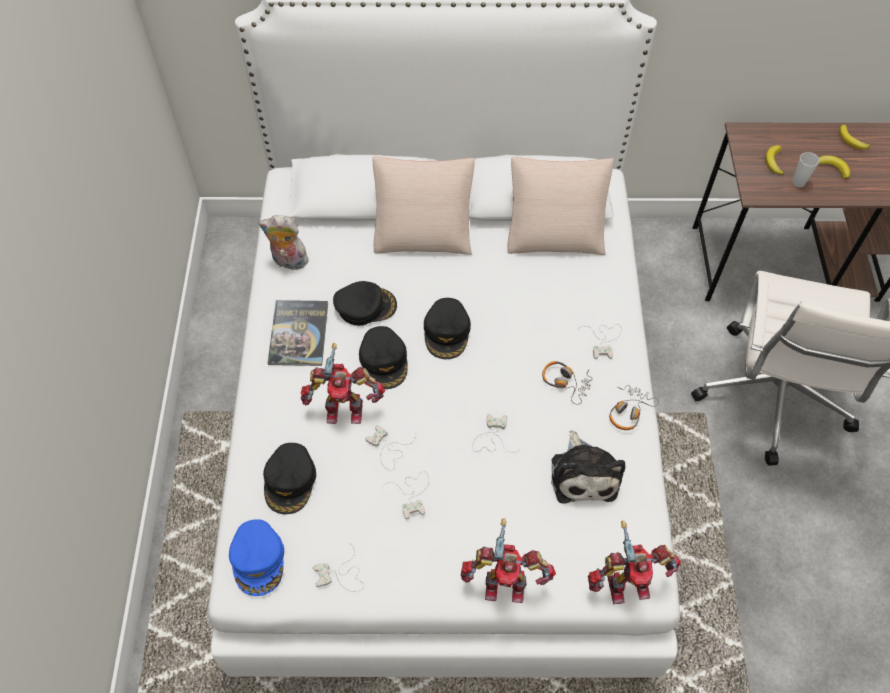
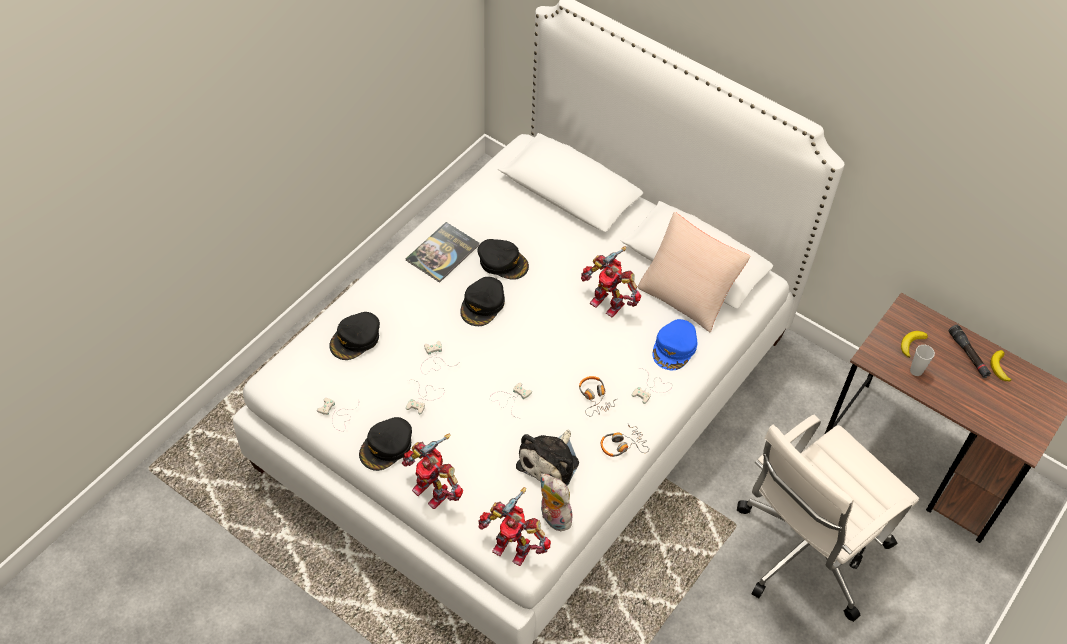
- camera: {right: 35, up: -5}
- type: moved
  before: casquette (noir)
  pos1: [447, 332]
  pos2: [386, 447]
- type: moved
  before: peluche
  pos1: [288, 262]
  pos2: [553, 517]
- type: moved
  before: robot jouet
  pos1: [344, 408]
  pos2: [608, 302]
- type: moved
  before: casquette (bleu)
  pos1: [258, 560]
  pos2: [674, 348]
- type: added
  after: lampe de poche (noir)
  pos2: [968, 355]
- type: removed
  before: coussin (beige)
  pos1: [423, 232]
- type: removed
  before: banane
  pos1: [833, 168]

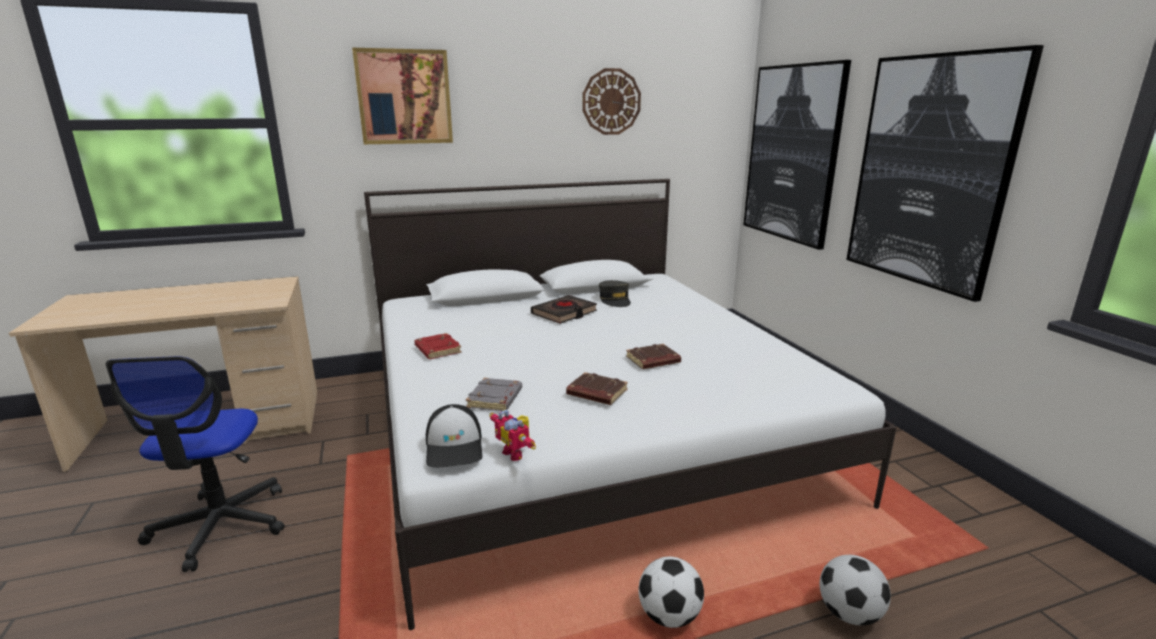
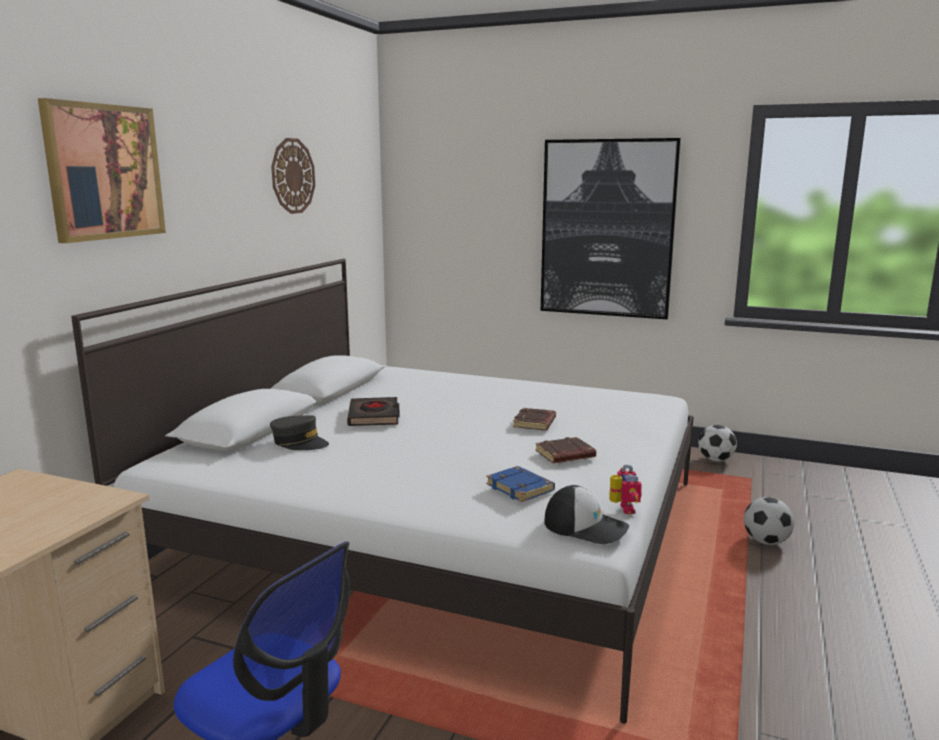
- camera: {right: -50, up: -5}
- type: moved
  before: casquette (gris)
  pos1: [615, 300]
  pos2: [299, 442]
- type: recoloured
  before: livre (gris)
  after: livre (bleu)
  pos1: [495, 399]
  pos2: [521, 488]
- type: turned
  before: robot jouet
  pos1: [516, 453]
  pos2: [622, 509]
  turn: -90
- type: moved
  before: ballon de foot
  pos1: [669, 616]
  pos2: [715, 460]
- type: removed
  before: livre (rouge)
  pos1: [437, 350]
- type: removed
  before: tableau
  pos1: [792, 154]

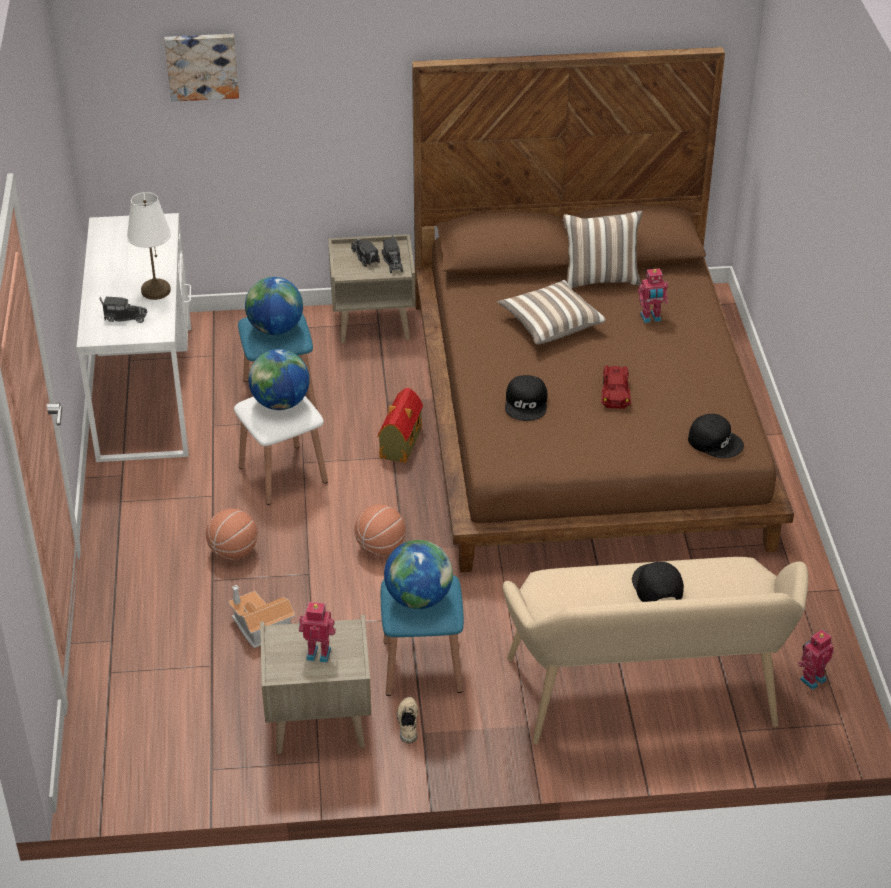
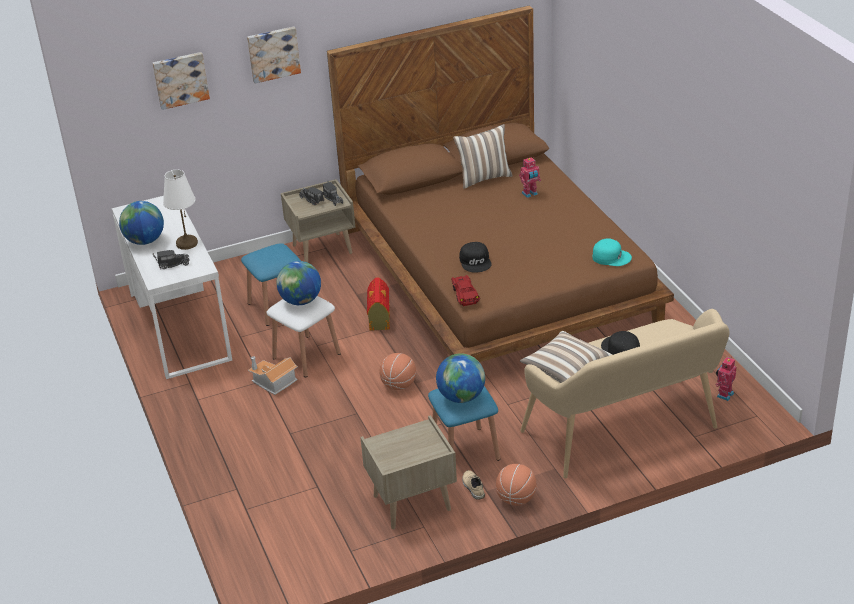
- camera: {right: -15, up: -5}
- type: moved
  before: globe
  pos1: [275, 329]
  pos2: [145, 241]
- type: added
  after: tableau
  pos2: [273, 53]
- type: moved
  before: maison miniature
  pos1: [259, 627]
  pos2: [273, 382]
- type: moved
  before: petite voiture (rouge)
  pos1: [615, 392]
  pos2: [465, 294]
- type: moved
  before: ballon de basket
  pos1: [233, 552]
  pos2: [516, 499]
- type: moved
  before: coussin
  pos1: [550, 324]
  pos2: [566, 369]
- type: recoloured
  before: casquette (noir)
  after: casquette (turquoise)
  pos1: [715, 441]
  pos2: [611, 257]
- type: removed
  before: robot jouet
  pos1: [319, 652]

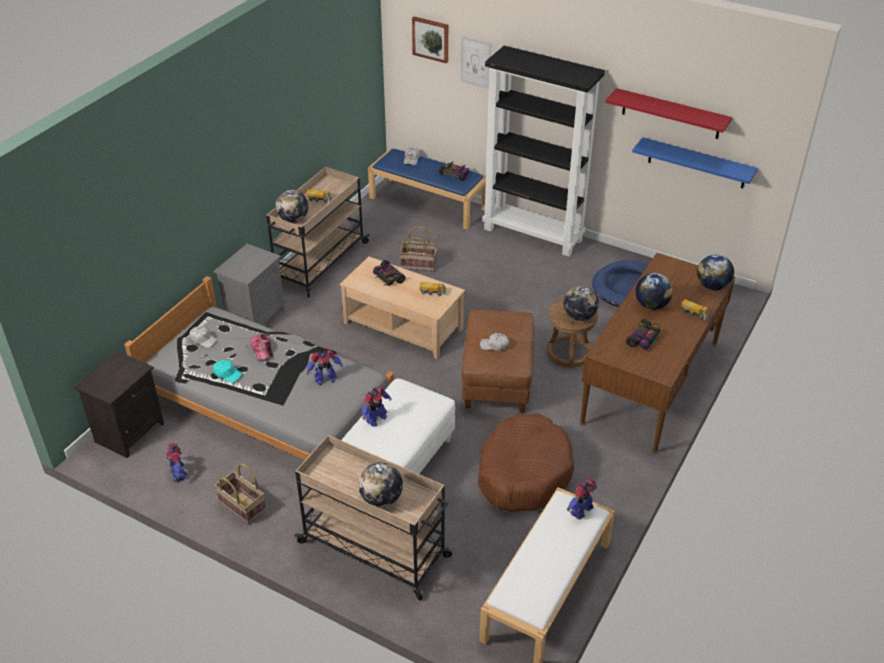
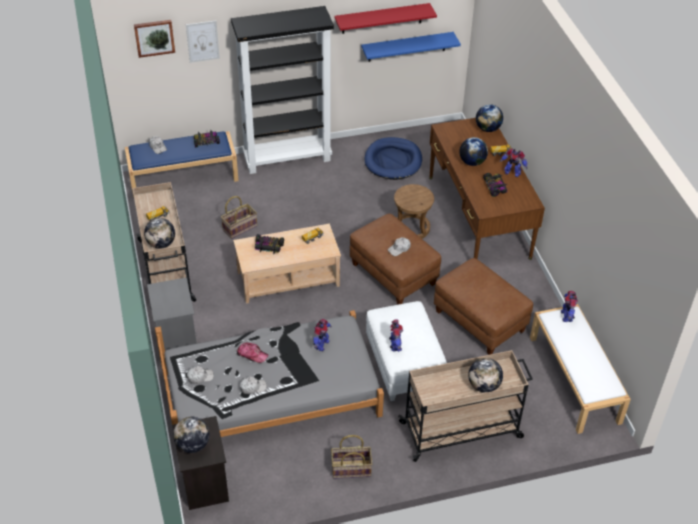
- camera: {right: -45, up: 5}
- type: moved
  before: globe
  pos1: [579, 316]
  pos2: [192, 445]
- type: recoloured
  before: casquette (turquoise)
  after: casquette (blanc)
  pos1: [227, 374]
  pos2: [252, 387]
- type: replaced
  before: panier pour chien (marron)
  after: pouf (marron)
  pos1: [523, 472]
  pos2: [480, 322]
- type: moved
  before: robot jouet
  pos1: [178, 474]
  pos2: [512, 172]

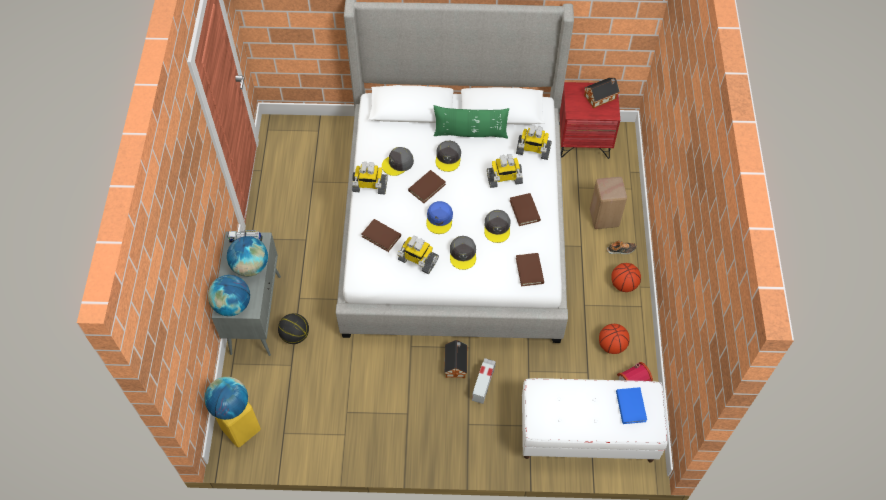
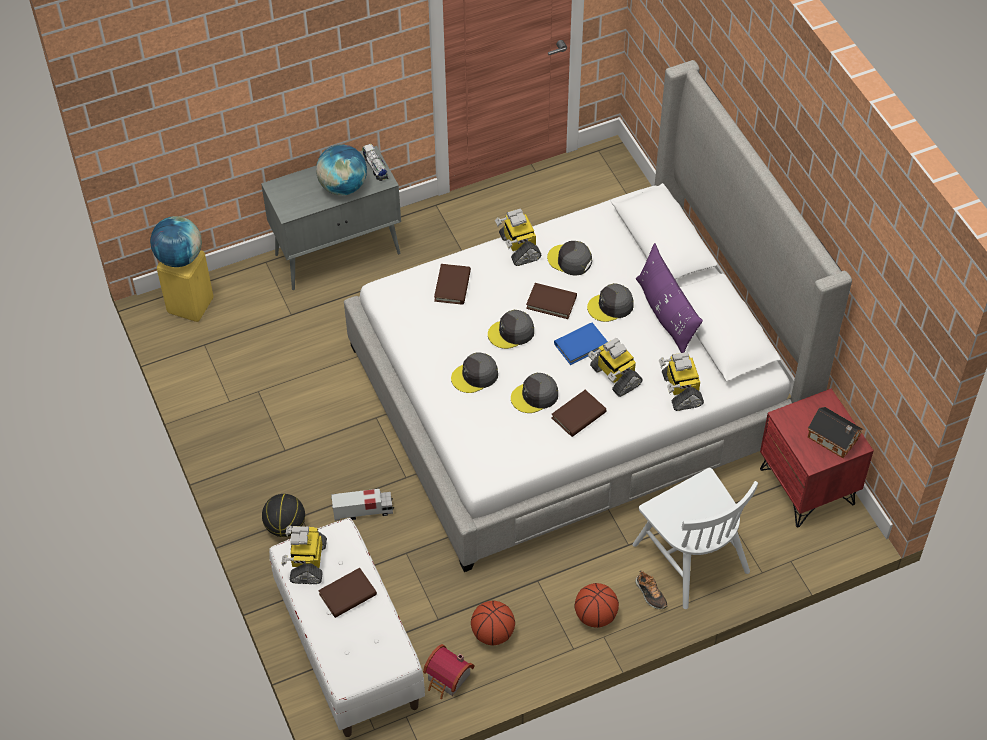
- camera: {right: 65, up: -5}
- type: moved
  before: ballon de basket
  pos1: [295, 335]
  pos2: [285, 526]
- type: moved
  before: robot jouet
  pos1: [417, 260]
  pos2: [307, 562]
- type: moved
  before: livre (marron)
  pos1: [529, 270]
  pos2: [348, 594]
- type: recoloured
  before: casquette (bleu)
  after: casquette (gris)
  pos1: [439, 219]
  pos2: [511, 333]
- type: moved
  before: livre (bleu)
  pos1: [630, 406]
  pos2: [580, 345]
- type: replaced
  before: tabouret (beige)
  after: chaise (blanc)
  pos1: [605, 218]
  pos2: [690, 557]
- type: recoloured
  before: coussin (vert)
  after: coussin (violet)
  pos1: [470, 133]
  pos2: [666, 314]
- type: removed
  before: globe
  pos1: [232, 305]
- type: removed
  before: maison miniature
  pos1: [456, 363]

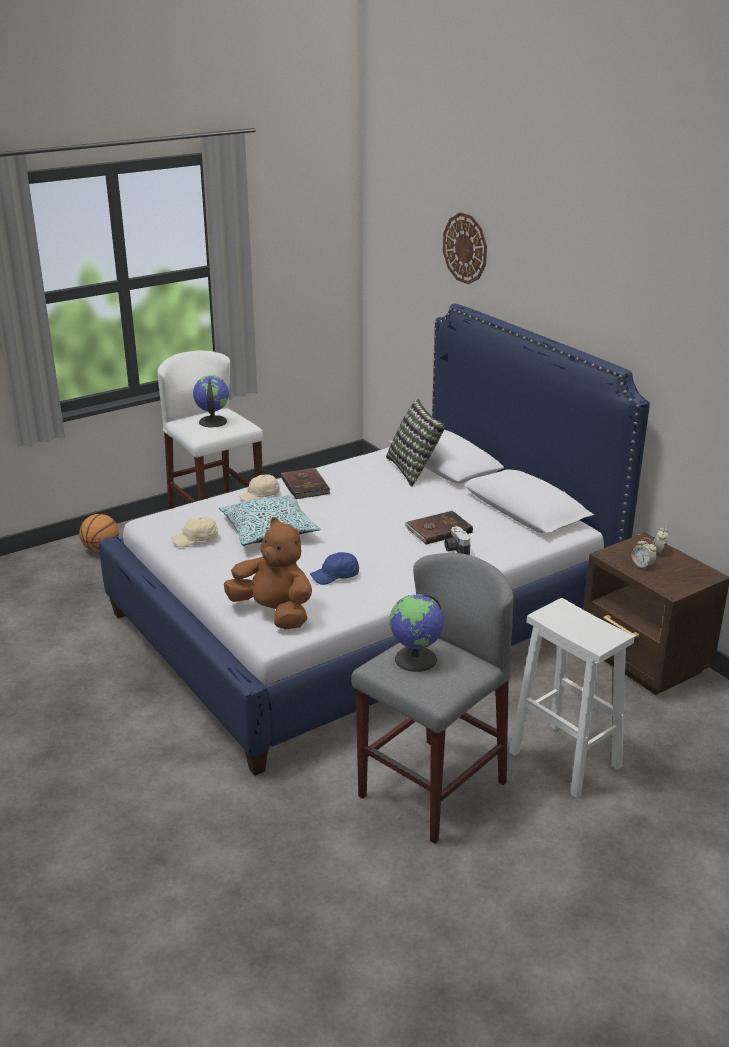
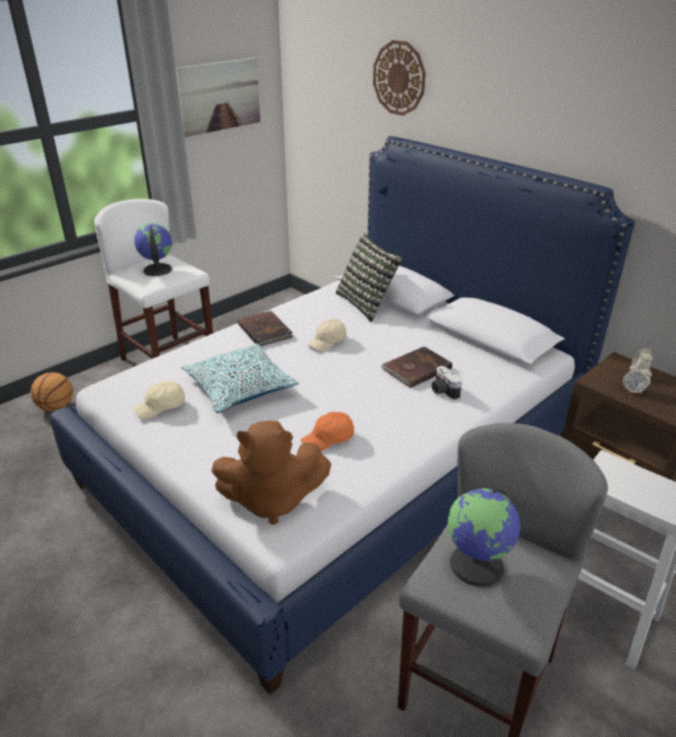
- camera: {right: -10, up: 5}
- type: added
  after: tableau
  pos2: [219, 96]
- type: turned
  before: peluche (marron)
  pos1: [274, 613]
  pos2: [272, 500]
  turn: 150
- type: recoloured
  before: casquette (bleu)
  after: casquette (orange)
  pos1: [336, 576]
  pos2: [328, 439]
- type: moved
  before: casquette (beige)
  pos1: [260, 496]
  pos2: [328, 342]

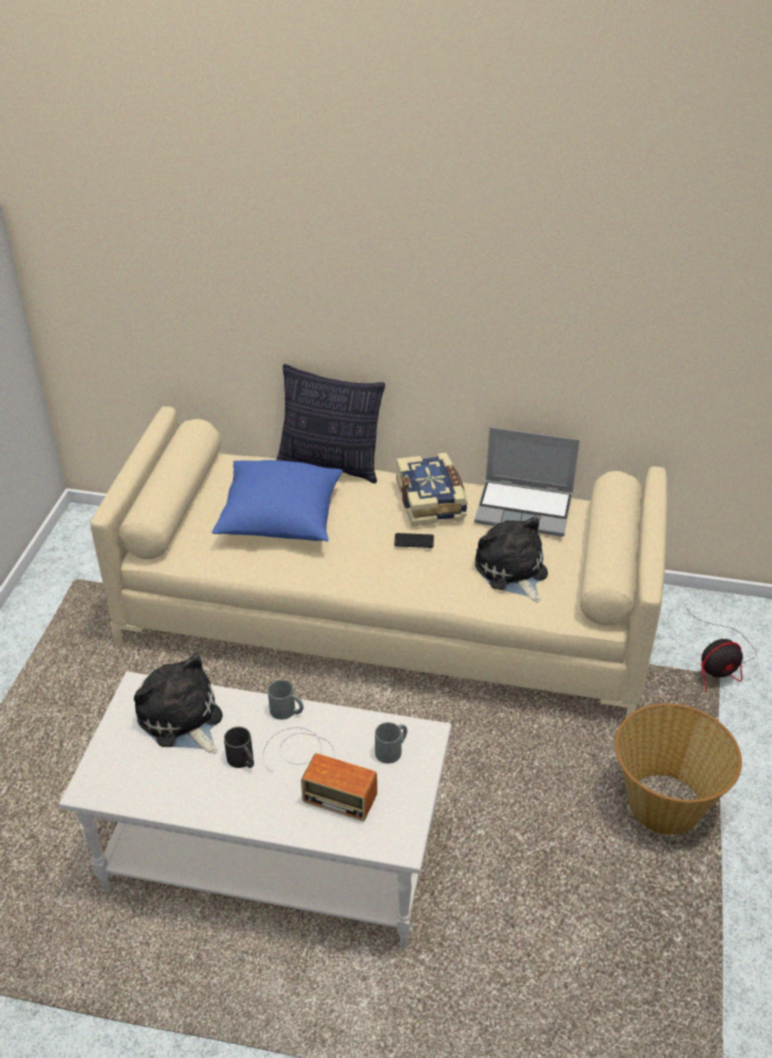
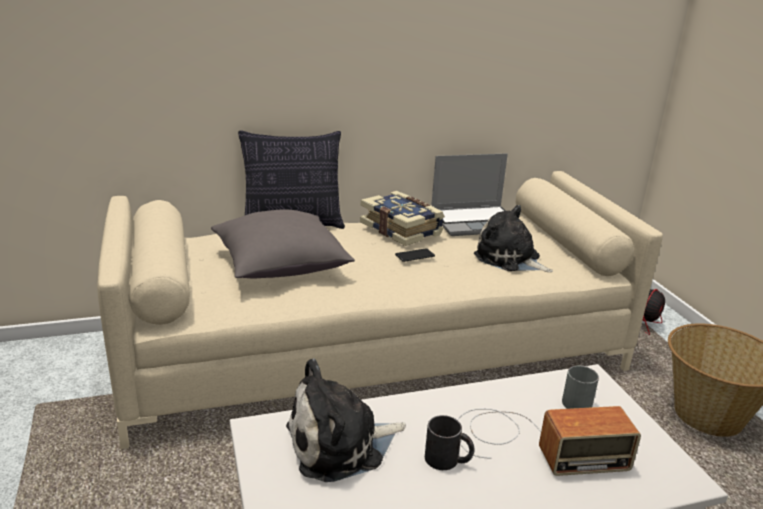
- camera: {right: -30, up: -15}
- type: recoloured
  before: coussin (bleu)
  after: coussin (gris)
  pos1: [280, 519]
  pos2: [280, 266]
- type: turned
  before: peluche
  pos1: [182, 720]
  pos2: [341, 444]
  turn: -45
- type: removed
  before: mug (gris)
  pos1: [287, 711]

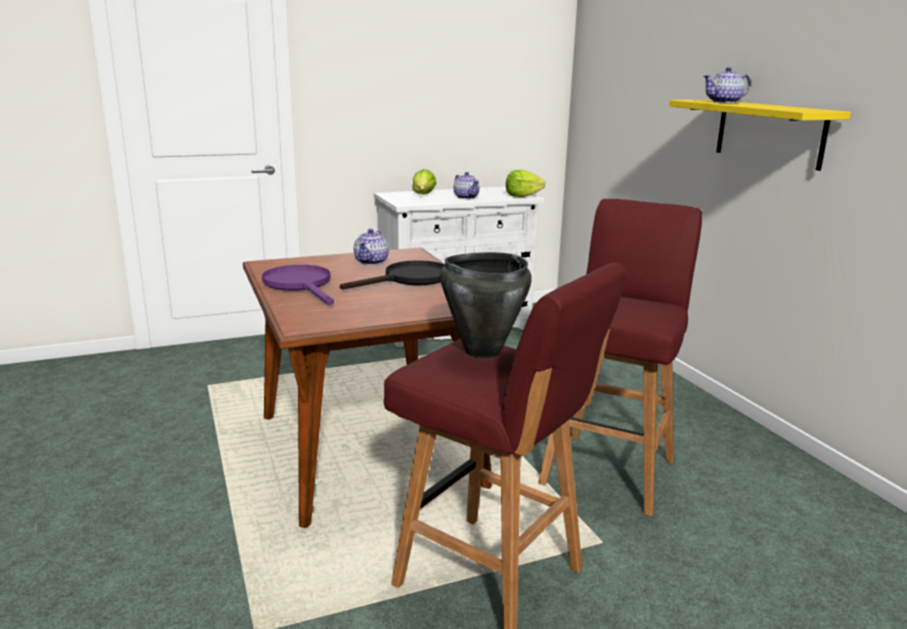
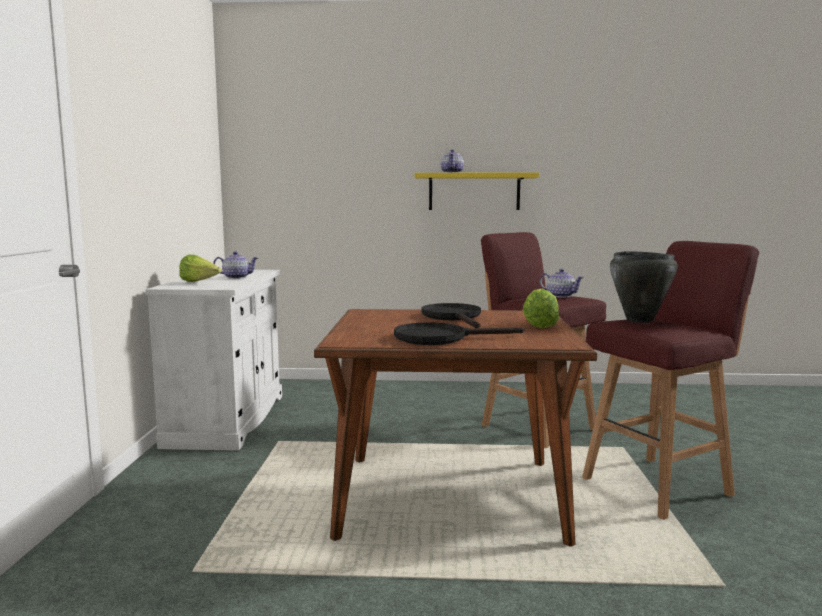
- camera: {right: -65, up: -10}
- type: recoloured
  before: poêle (violet)
  after: poêle (noir)
  pos1: [301, 285]
  pos2: [440, 338]
- type: moved
  before: laitue
  pos1: [522, 196]
  pos2: [539, 325]
- type: moved
  before: théière
  pos1: [372, 262]
  pos2: [560, 296]

